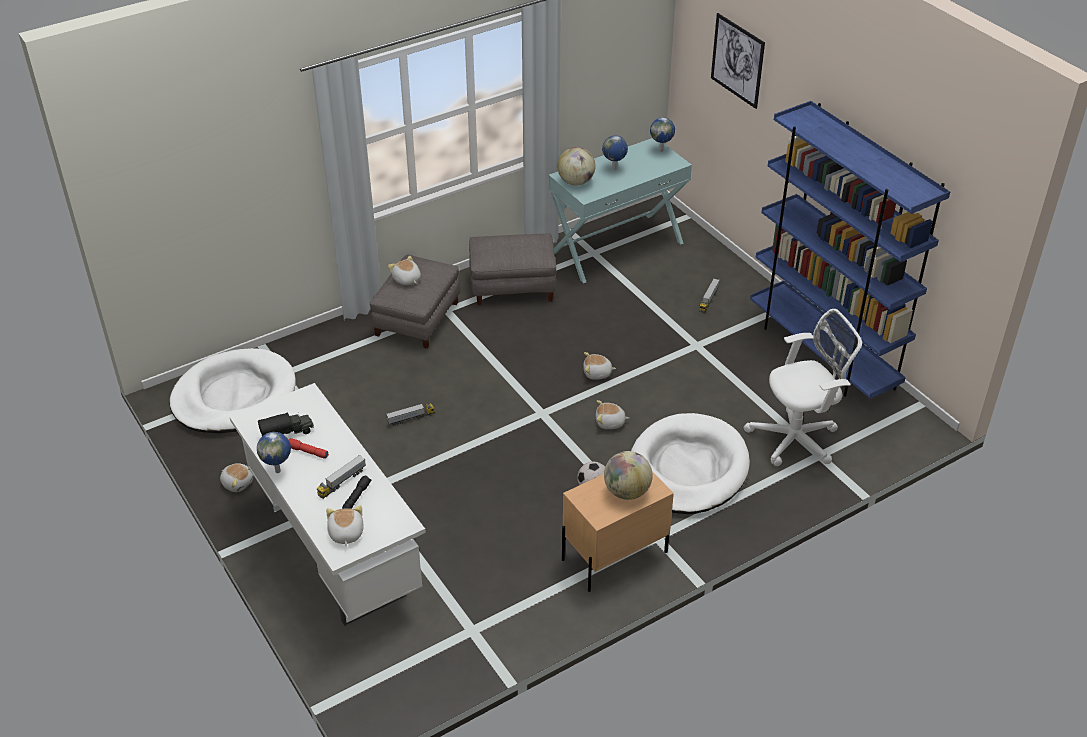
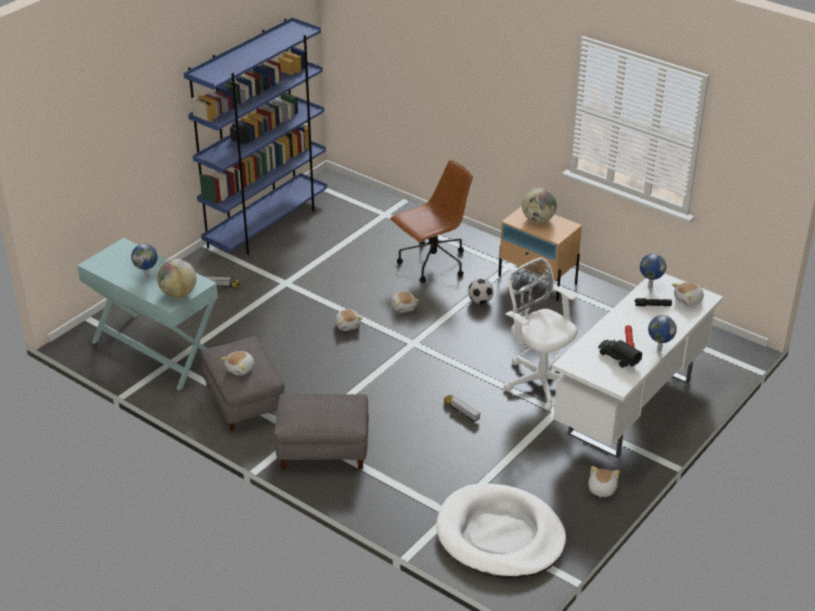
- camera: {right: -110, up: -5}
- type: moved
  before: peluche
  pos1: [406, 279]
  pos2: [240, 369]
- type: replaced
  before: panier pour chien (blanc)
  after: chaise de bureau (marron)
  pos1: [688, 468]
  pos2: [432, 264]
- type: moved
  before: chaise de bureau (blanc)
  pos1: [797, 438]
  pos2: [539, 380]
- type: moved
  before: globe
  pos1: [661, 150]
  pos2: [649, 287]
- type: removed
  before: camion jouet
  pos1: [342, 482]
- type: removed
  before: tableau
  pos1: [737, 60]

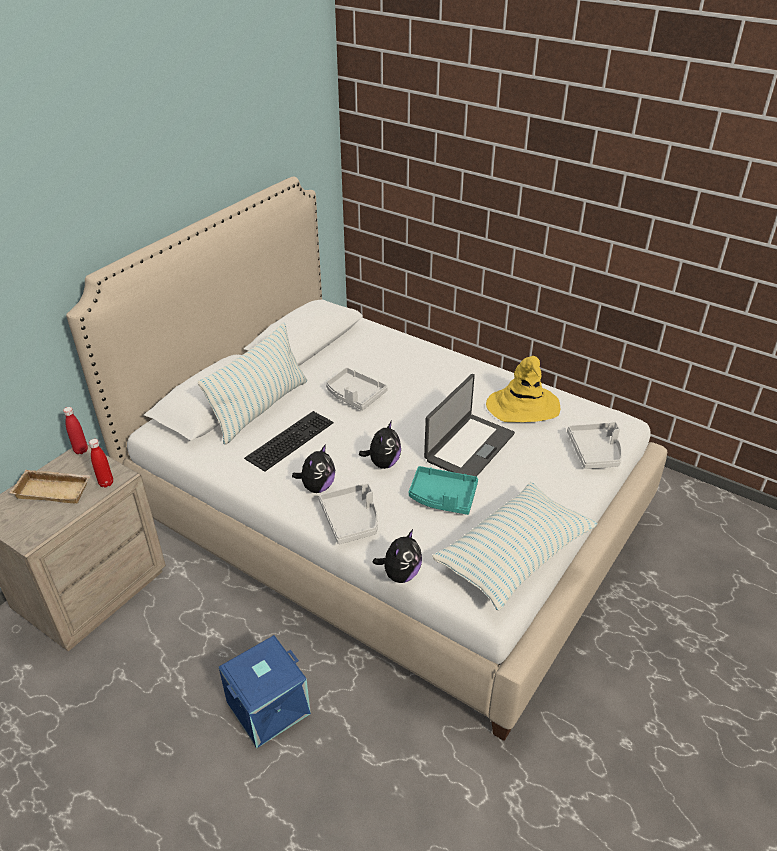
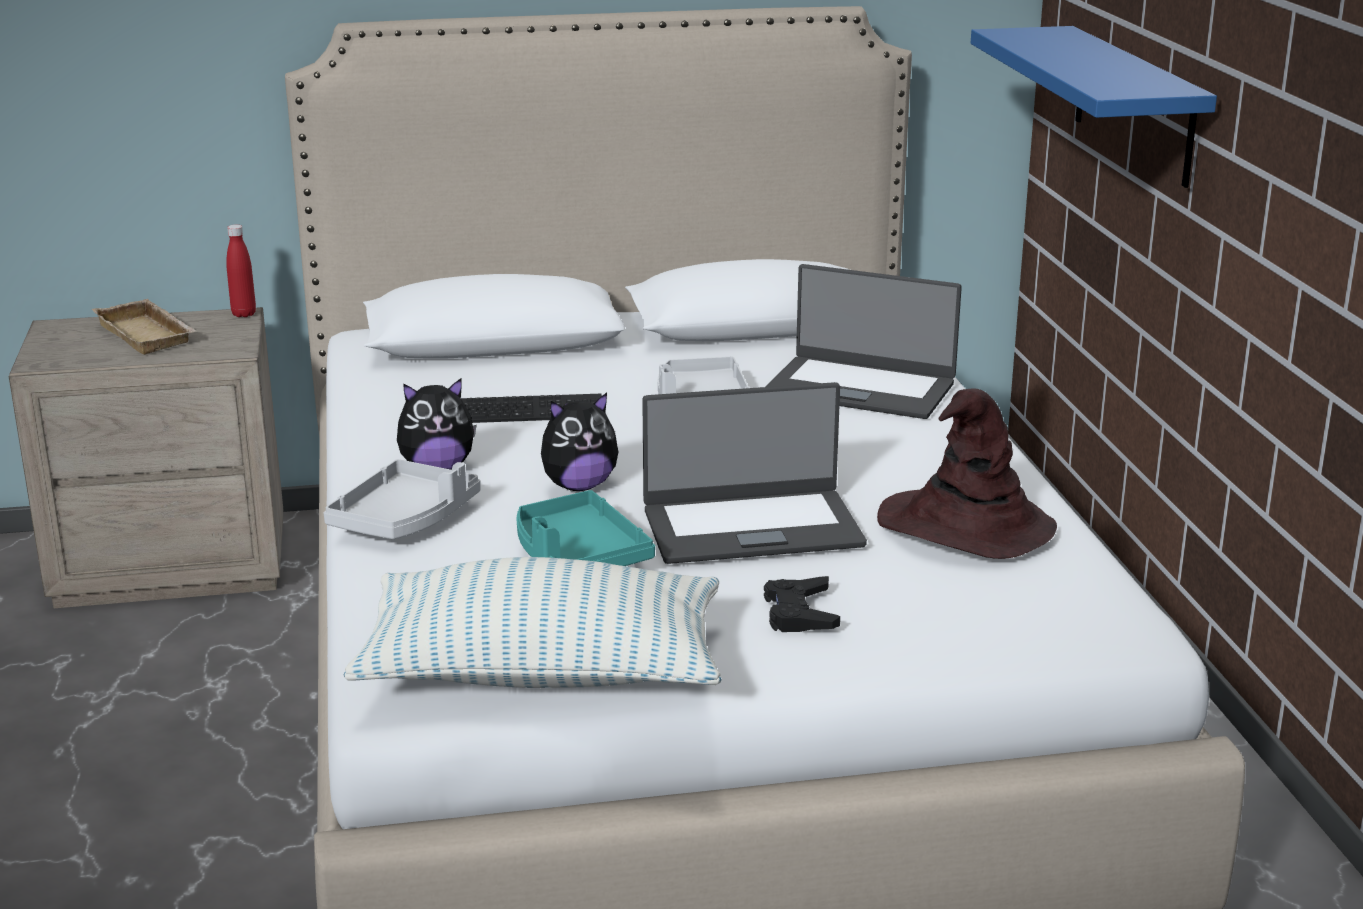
- camera: {right: 45, up: -15}
- type: added
  after: manette (noir)
  pos2: [800, 613]
- type: added
  after: ordinateur portable
  pos2: [861, 388]
- type: recoloured
  before: chapeau (jaune)
  after: chapeau (marron)
  pos1: [523, 407]
  pos2: [964, 527]
- type: added
  after: étagère (bleu)
  pos2: [1134, 105]
- type: removed
  before: bouteille (rouge)
  pos1: [106, 483]
- type: removed
  before: coussin
  pos1: [260, 408]
- type: removed
  before: boîte de rangement (bleu)
  pos1: [268, 706]
- type: removed
  before: peluche
  pos1: [400, 574]
- type: removed
  before: plateau (gris)
  pos1: [595, 452]

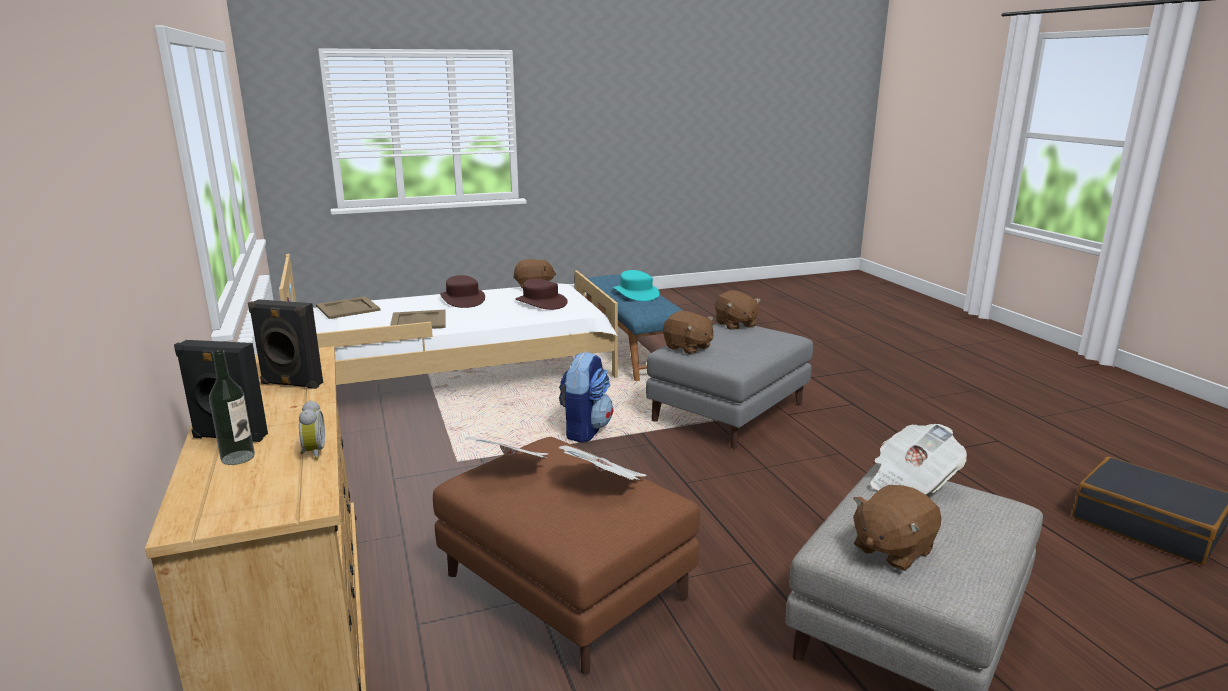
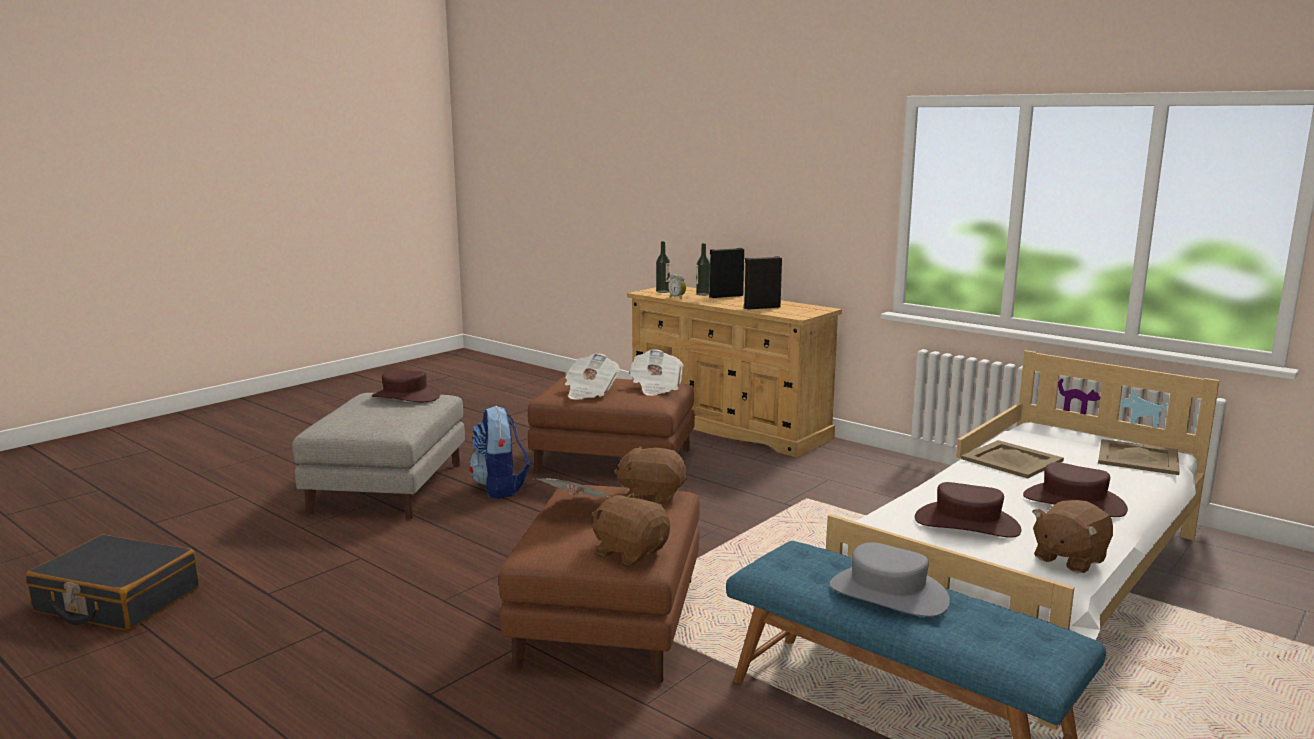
- camera: {right: 150, up: -5}
- type: replaced
  before: peluche (marron)
  after: chapeau (marron)
  pos1: [891, 549]
  pos2: [405, 396]
- type: moved
  before: sac à dos
  pos1: [585, 430]
  pos2: [500, 488]
- type: recoloured
  before: pouf (gris)
  after: pouf (marron)
  pos1: [729, 411]
  pos2: [609, 624]
- type: moved
  before: journal
  pos1: [911, 482]
  pos2: [576, 509]
- type: added
  after: bouteille
  pos2: [662, 291]
- type: recoloured
  before: chapeau (turquoise)
  after: chapeau (gris)
  pos1: [636, 293]
  pos2: [888, 594]

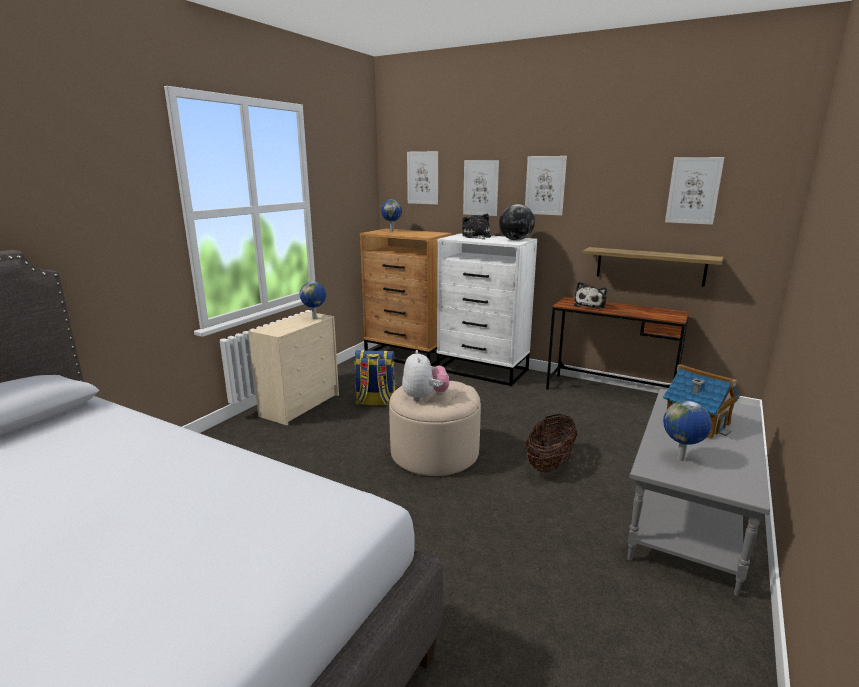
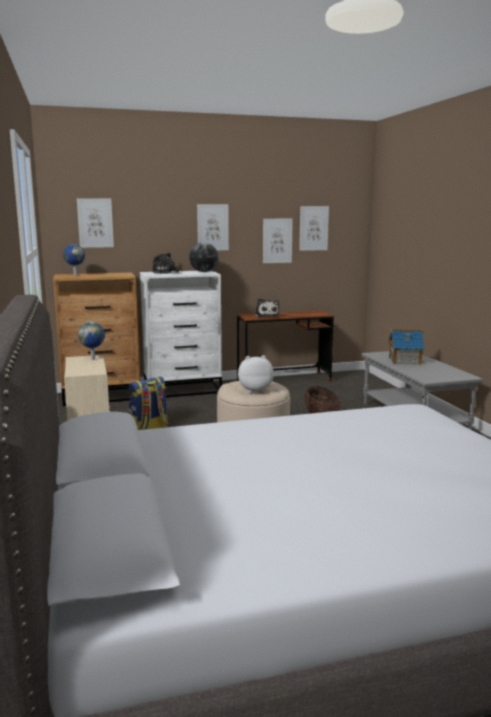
- camera: {right: -45, up: -5}
- type: turned
  before: peluche
  pos1: [424, 397]
  pos2: [254, 390]
  turn: -45
- type: moved
  before: tableau
  pos1: [480, 188]
  pos2: [277, 241]
- type: removed
  before: étagère
  pos1: [650, 266]
- type: removed
  before: globe
  pos1: [681, 459]

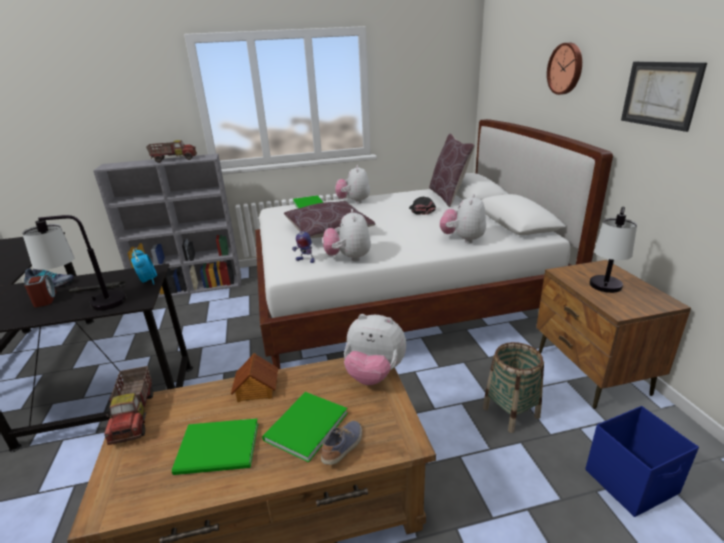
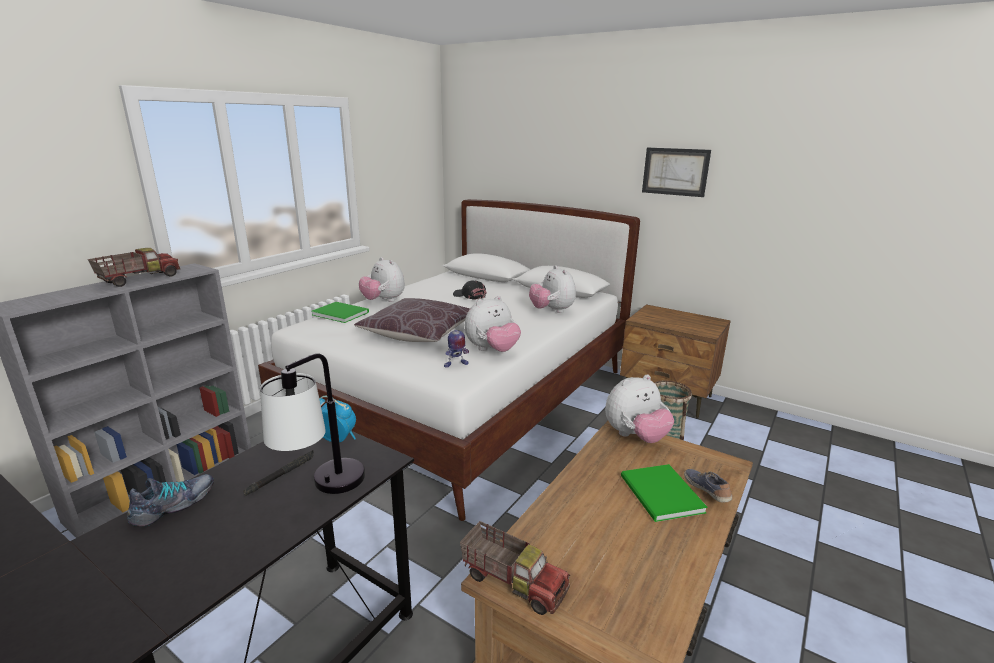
- camera: {right: -45, up: -5}
- type: turned
  before: peluche
  pos1: [348, 258]
  pos2: [492, 350]
  turn: -75
- type: removed
  before: réveil
  pos1: [45, 299]
- type: removed
  before: livre (vert)
  pos1: [220, 449]
- type: removed
  before: maison miniature
  pos1: [256, 389]
- type: removed
  before: coussin (marron)
  pos1: [448, 196]
- type: removed
  before: horloge murale
  pos1: [566, 69]
- type: removed
  before: boîte de rangement (bleu)
  pos1: [632, 482]
- type: removed
  before: lampe de table
  pos1: [604, 292]

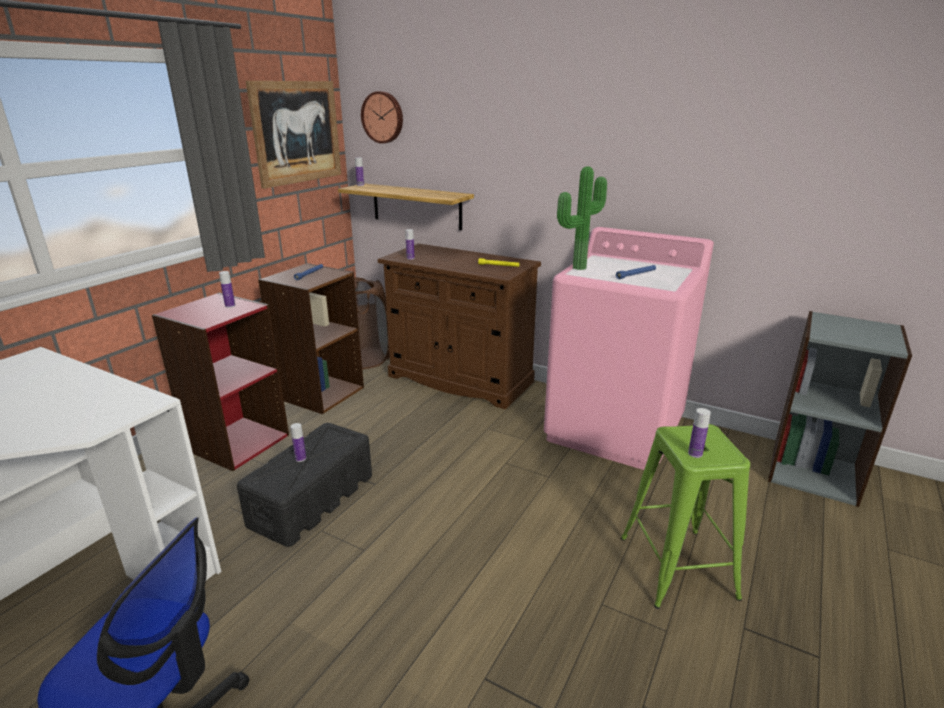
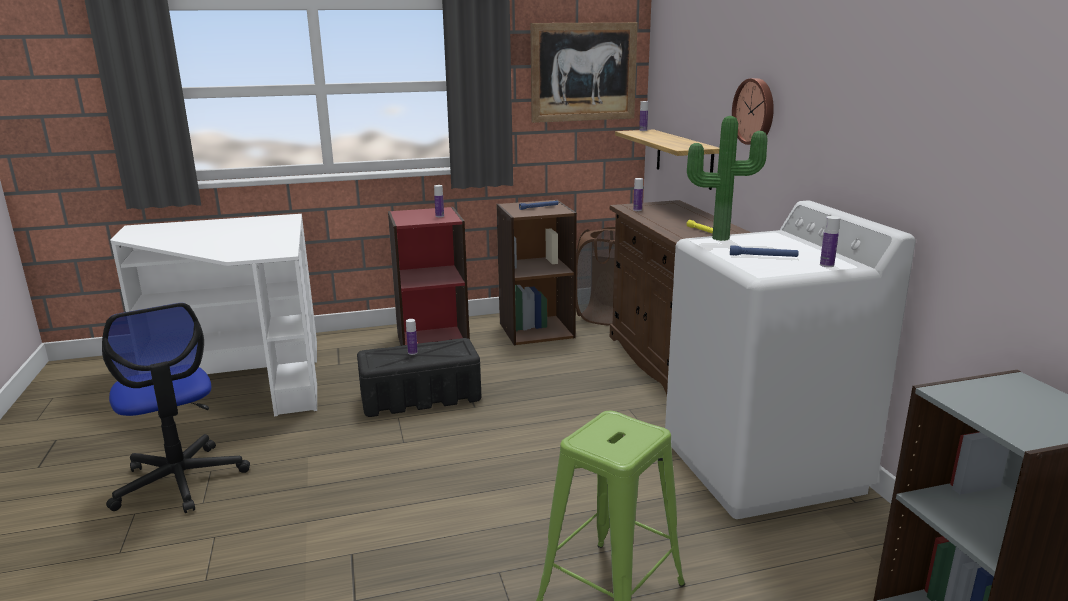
- camera: {right: 45, up: -5}
- type: recoloured
  before: lave-linge (rose)
  after: lave-linge (blanc)
  pos1: [615, 429]
  pos2: [763, 466]
- type: moved
  before: horloge murale
  pos1: [383, 117]
  pos2: [755, 111]
- type: moved
  before: bouteille
  pos1: [695, 454]
  pos2: [826, 265]

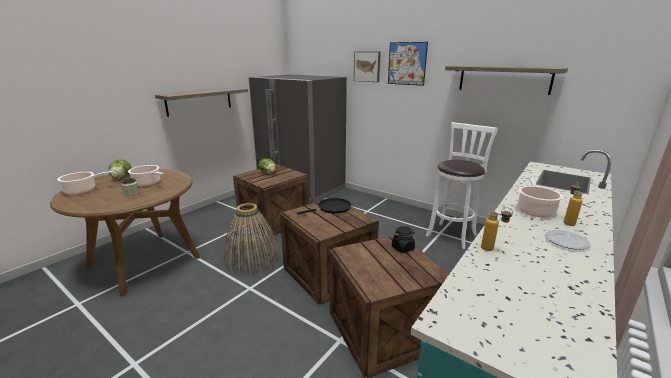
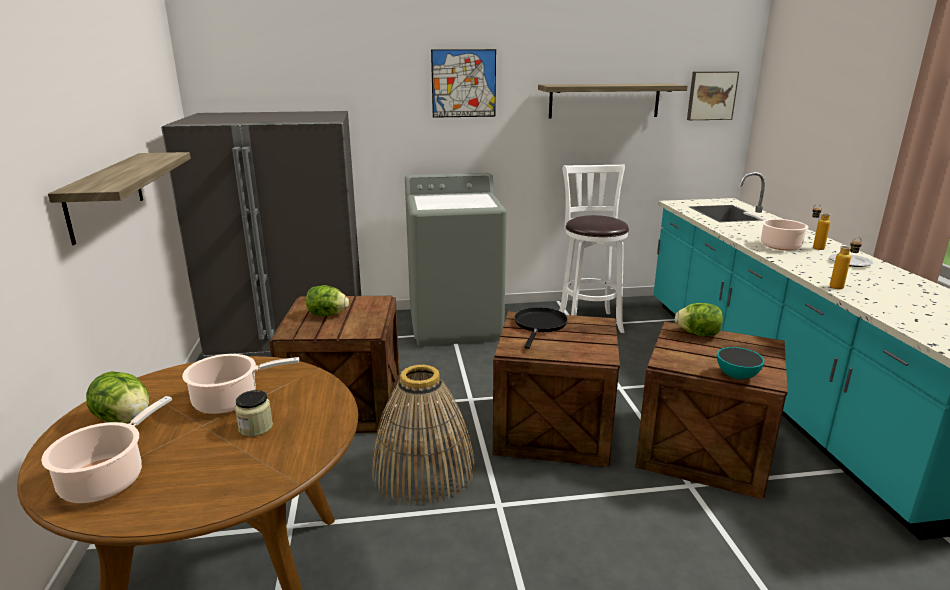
- camera: {right: -45, up: 0}
- type: added
  after: lave-linge (gris)
  pos2: [455, 325]
- type: replaced
  before: bocal (noir)
  after: laitue
  pos1: [402, 248]
  pos2: [698, 334]
- type: moved
  before: tableau
  pos1: [367, 66]
  pos2: [711, 95]
- type: added
  after: bol
  pos2: [737, 376]

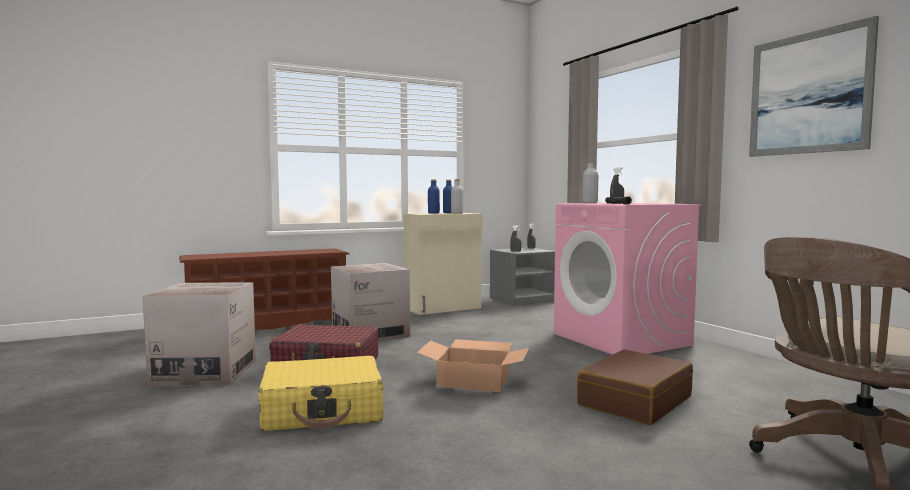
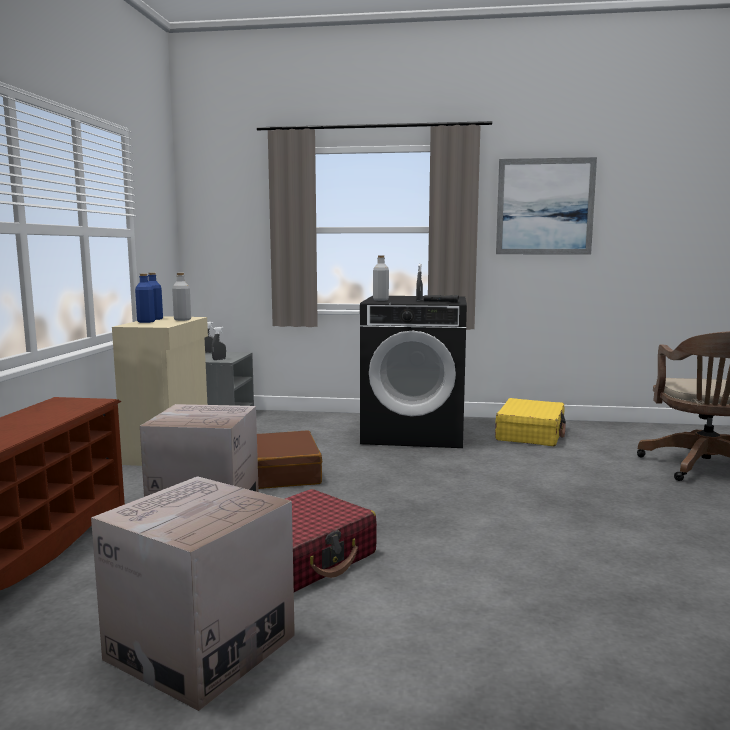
- camera: {right: -55, up: 5}
- type: moved
  before: valise (marron)
  pos1: [634, 401]
  pos2: [283, 472]
- type: recoloured
  before: lave-linge (rose)
  after: lave-linge (noir)
  pos1: [622, 339]
  pos2: [414, 433]
- type: moved
  before: valise (jaune)
  pos1: [323, 410]
  pos2: [530, 434]
- type: removed
  before: carton
  pos1: [473, 381]

